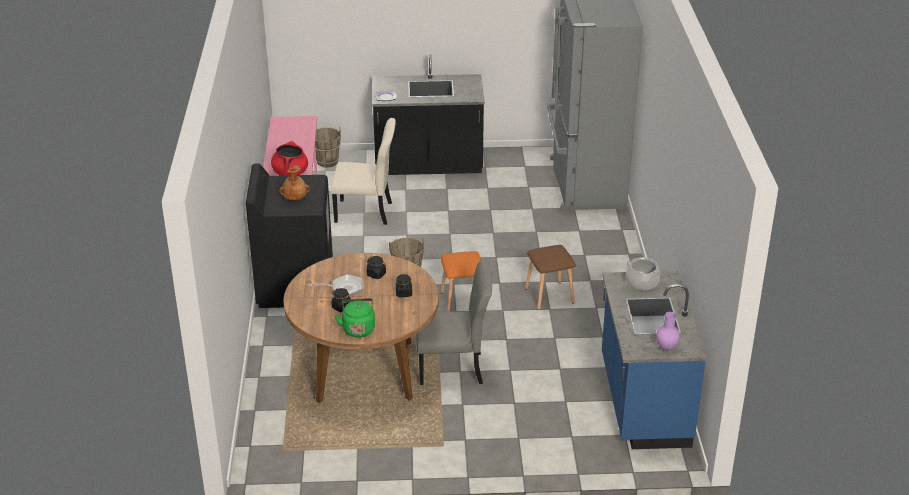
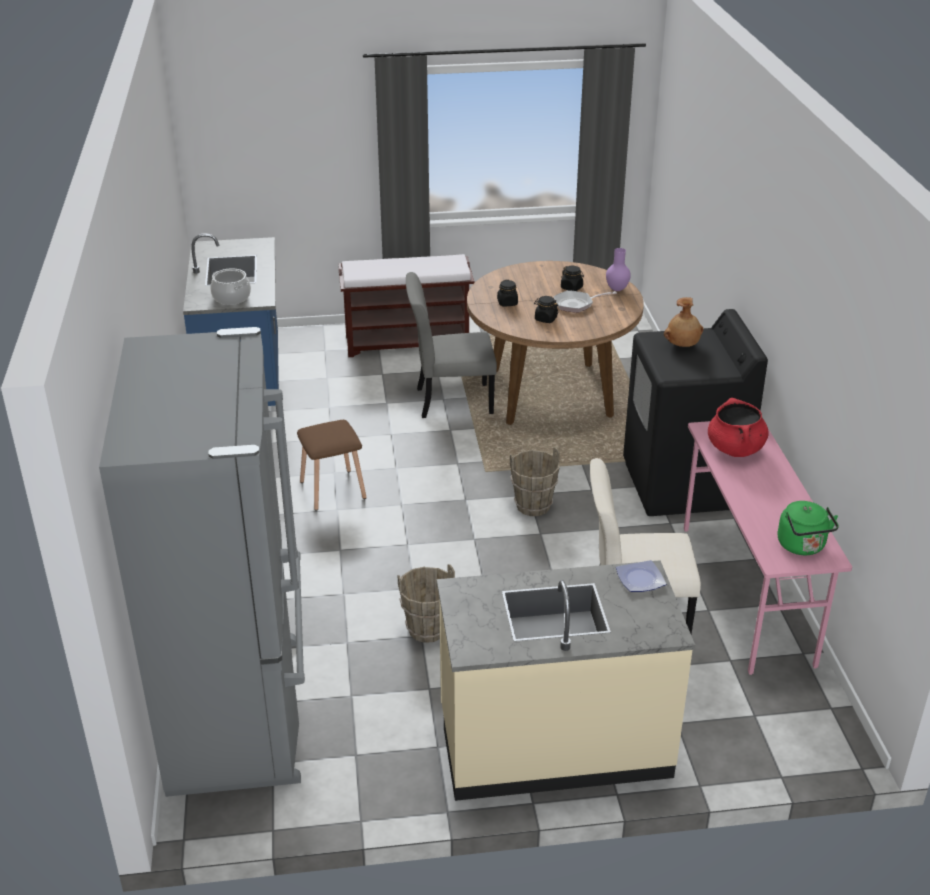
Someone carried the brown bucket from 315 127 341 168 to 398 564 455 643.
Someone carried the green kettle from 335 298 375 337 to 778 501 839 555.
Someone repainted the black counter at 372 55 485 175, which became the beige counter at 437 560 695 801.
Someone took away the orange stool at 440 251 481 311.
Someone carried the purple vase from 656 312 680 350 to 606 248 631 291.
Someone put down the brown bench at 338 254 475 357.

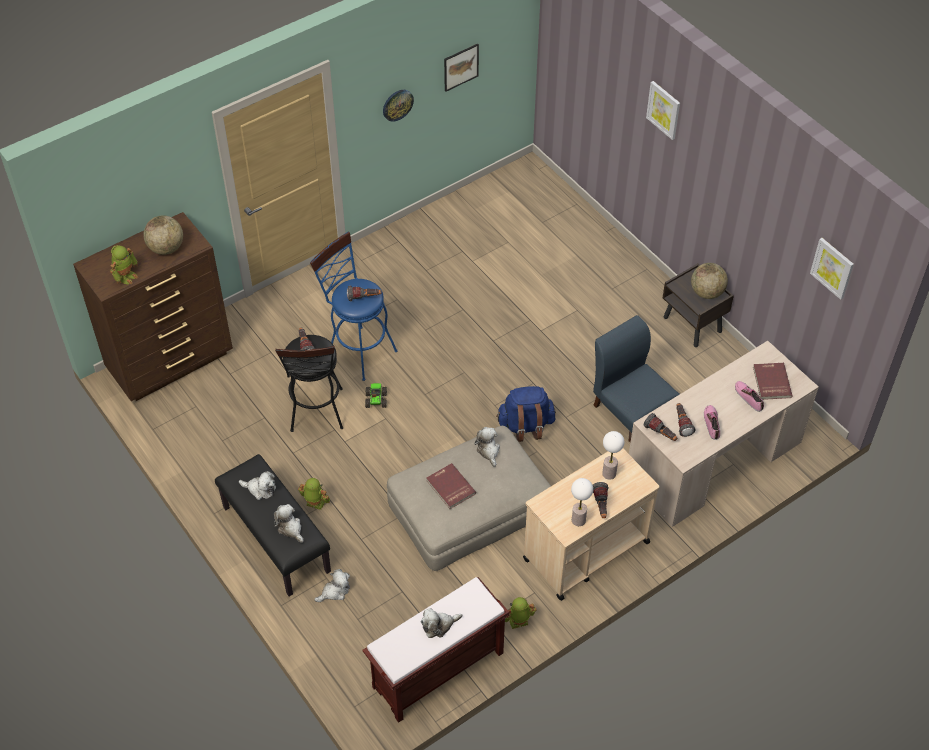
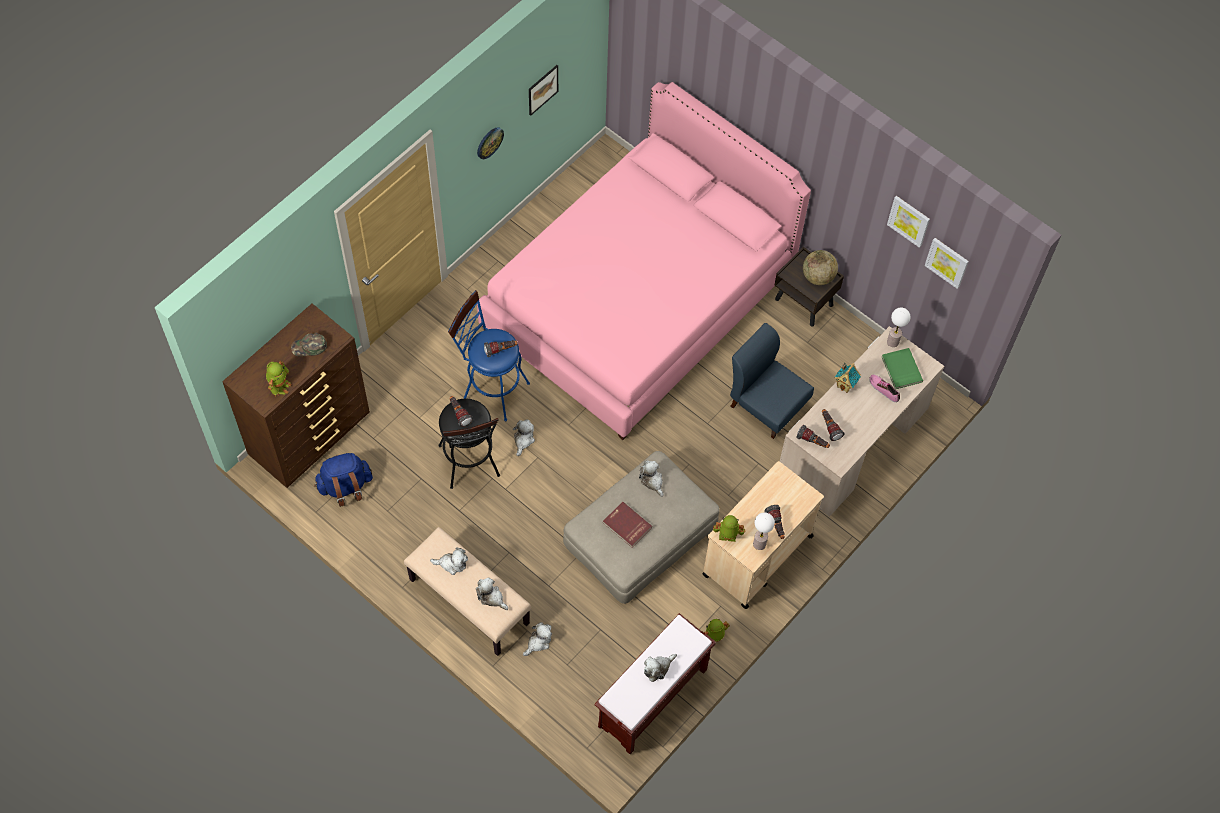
Someone swapped the globe at 143 215 183 255 for the green cap at 291 333 327 356.
Someone repainted the black bench at 215 454 331 597, which became the beige bench at 404 527 531 656.
Someone carried the toy robot from 298 478 330 510 to 713 515 746 542.
Someone swapped the toy truck at 365 383 387 408 for the plush toy at 513 419 535 456.
Someone carried the blue backpack from 496 386 556 442 to 314 453 373 507.
Someone carried the table lamp from 602 431 624 480 to 887 308 911 347.
Someone carried the picture from 646 81 680 140 to 887 196 930 248.
Someone took away the shoe at 704 405 720 440.
Someone repainted the red book at 753 363 792 400, which became the green book at 882 348 923 389.
Someone put down the pink bed at 477 82 811 440.
Someone put down the toy house at 835 362 861 393.

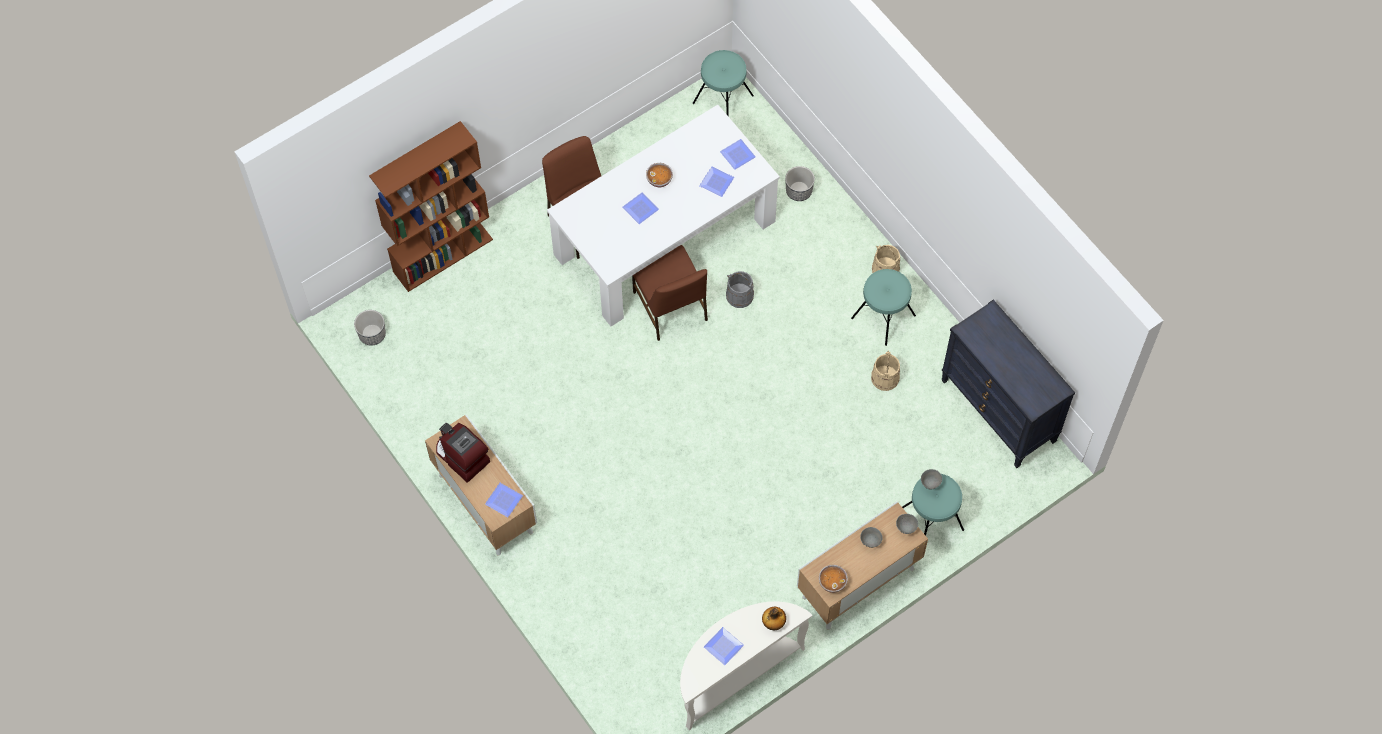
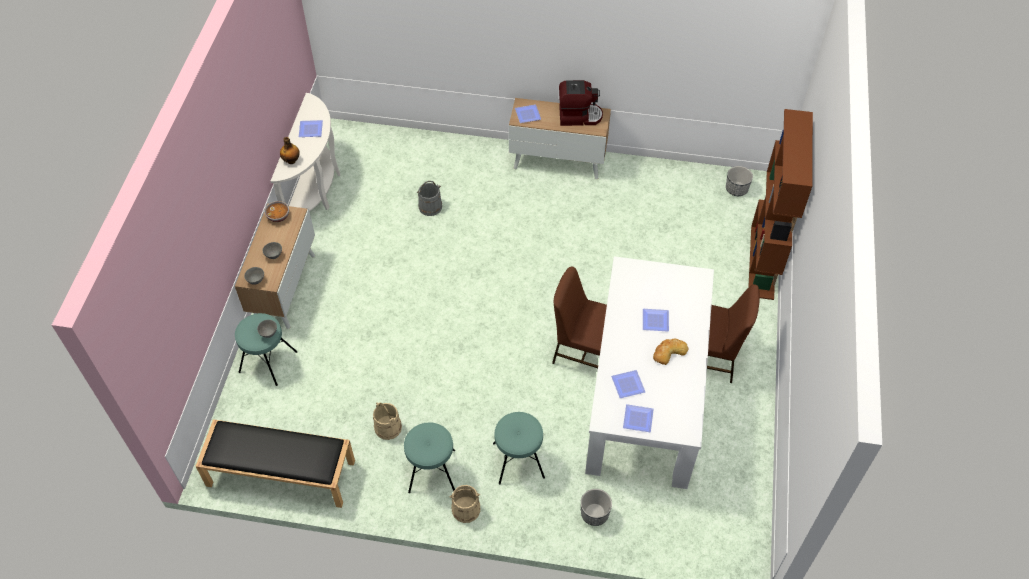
Someone swapped the bowl at 646 163 673 187 for the bread at 653 339 688 365.
Someone carried the turquoise stool from 693 50 754 117 to 493 412 545 484.
Someone carried the grey bucket from 726 271 754 308 to 417 181 442 216.
Someone swapped the black dresser at 942 300 1075 468 for the black bench at 195 419 355 508.

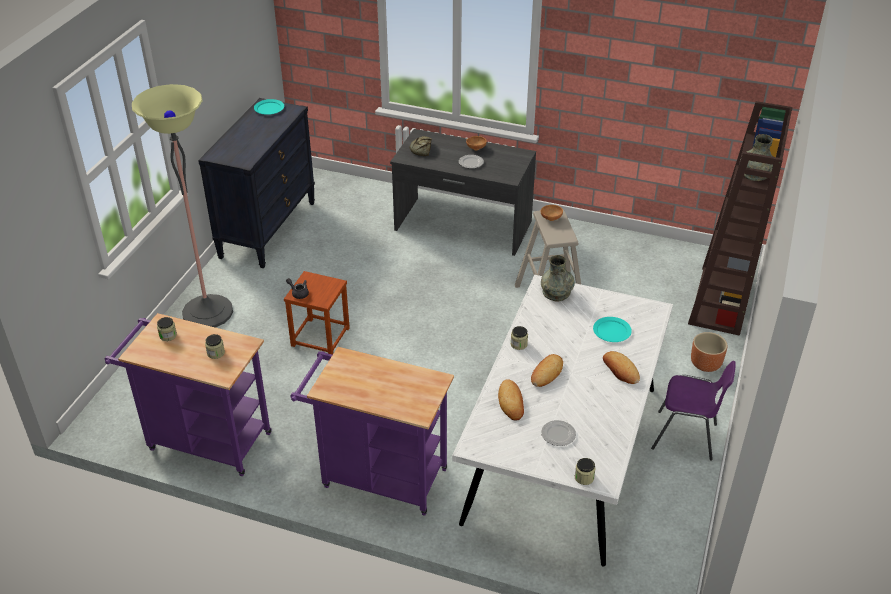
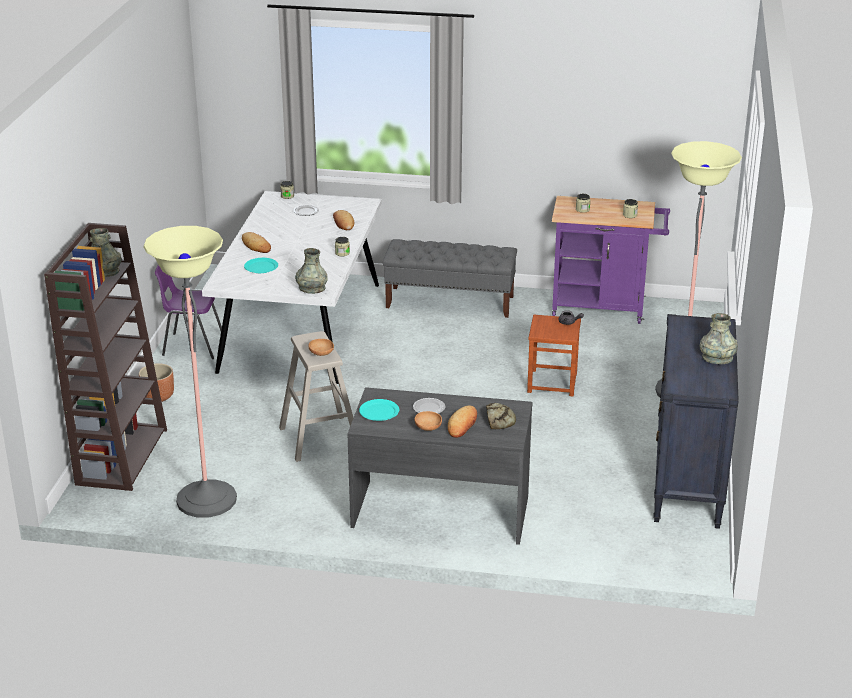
Someone carried the turquoise plate from 254 99 284 115 to 359 399 399 421.
Someone swapped the purple cart at 290 347 454 516 for the grey bench at 383 239 517 318.
Someone carried the bread from 531 354 563 387 to 448 405 477 438.
Someone put down the floor lamp at 143 226 237 518.
Someone put down the grey vase at 700 313 738 364.

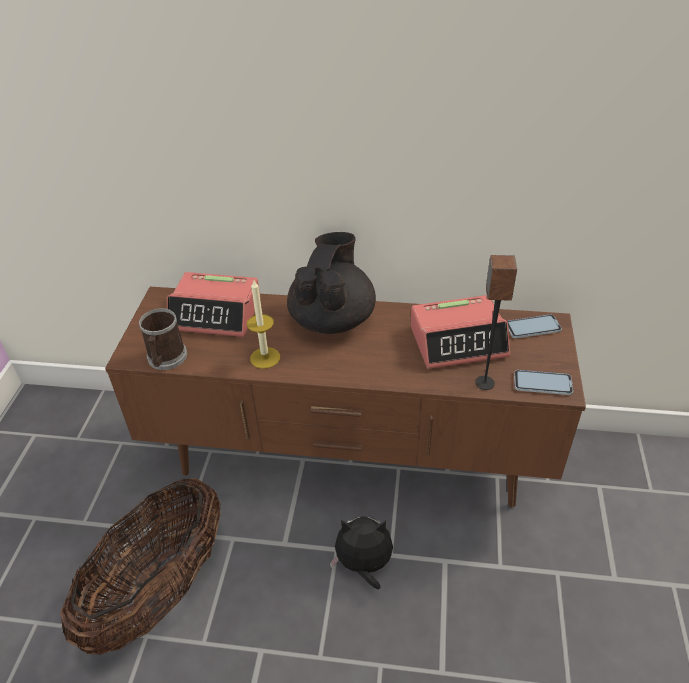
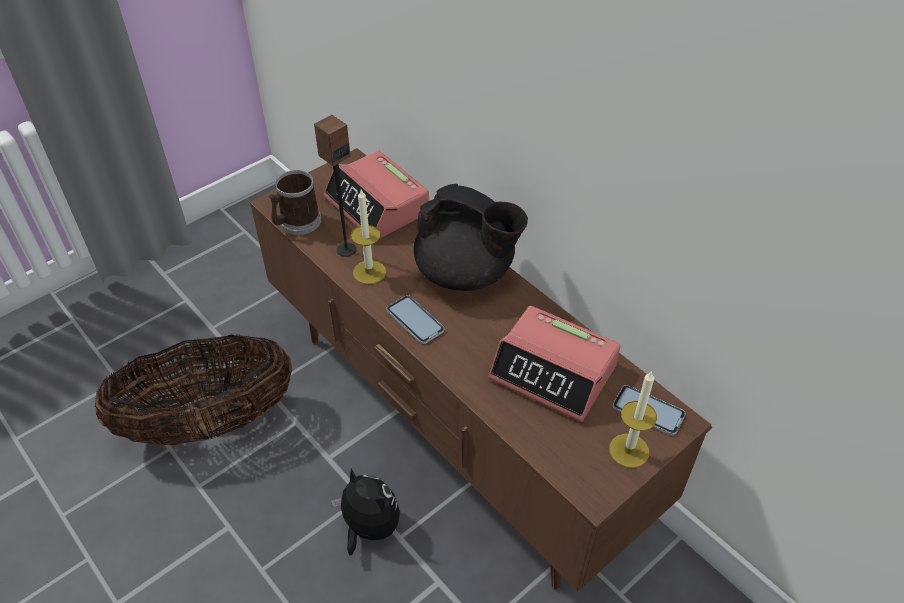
Someone rotated the black teapot at 287 232 376 334 by 60 degrees clockwise.
Someone carried the speaker from 475 255 517 390 to 314 115 356 257.
Someone carried the phone from 514 370 573 395 to 386 295 445 344.
Someone put down the candle at 609 371 657 468.

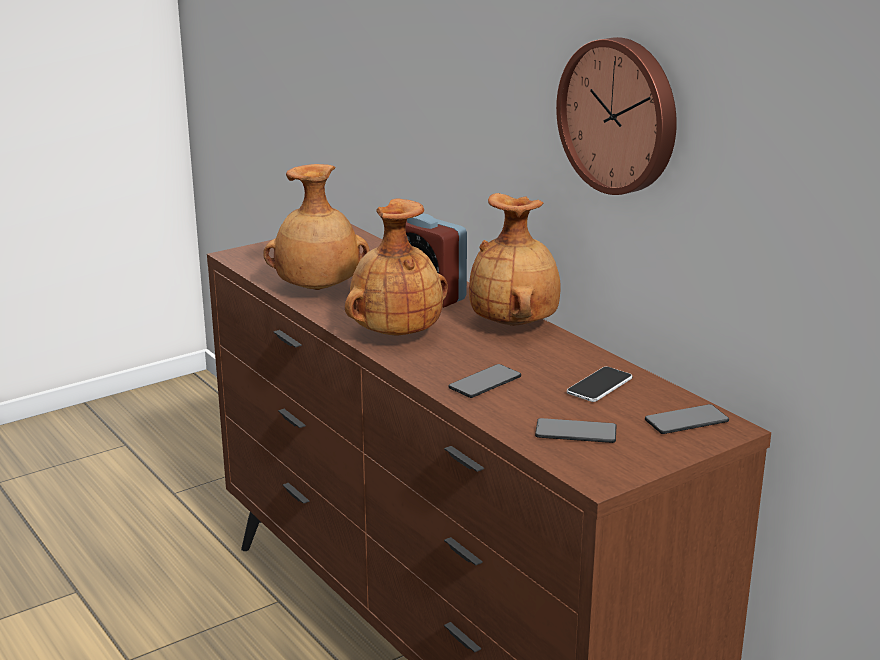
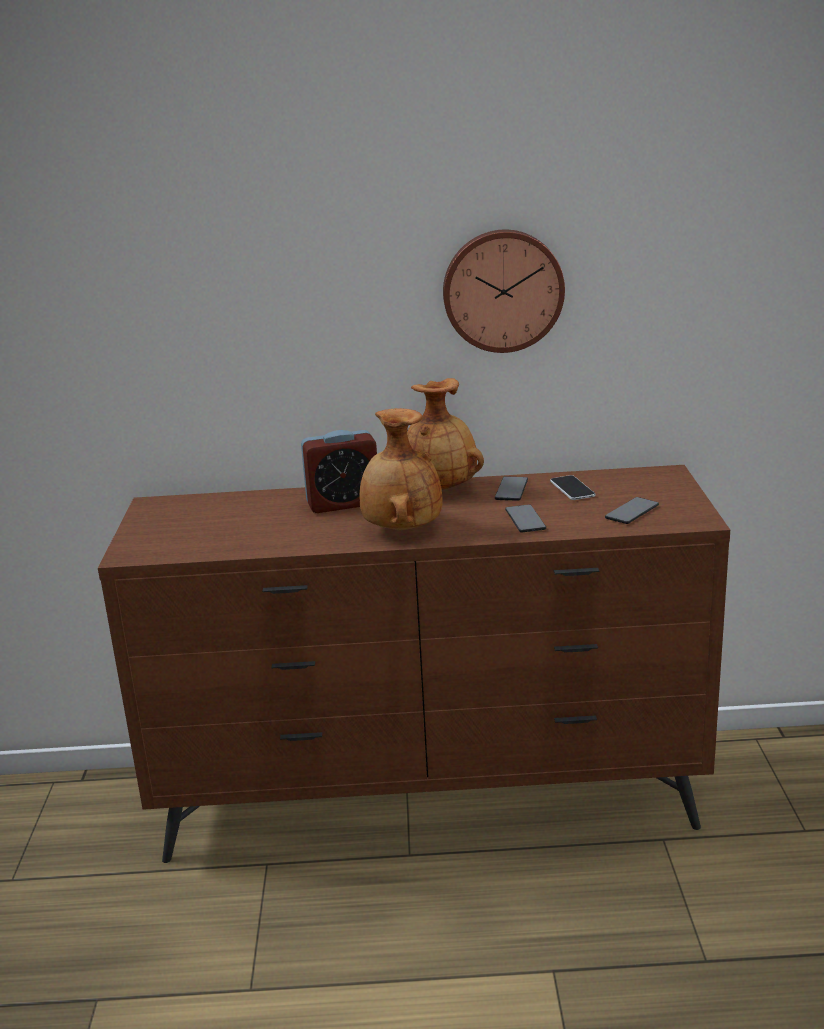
Someone took away the brown vase at 263 164 370 290.
Someone carried the phone from 645 404 729 434 to 495 476 528 501.

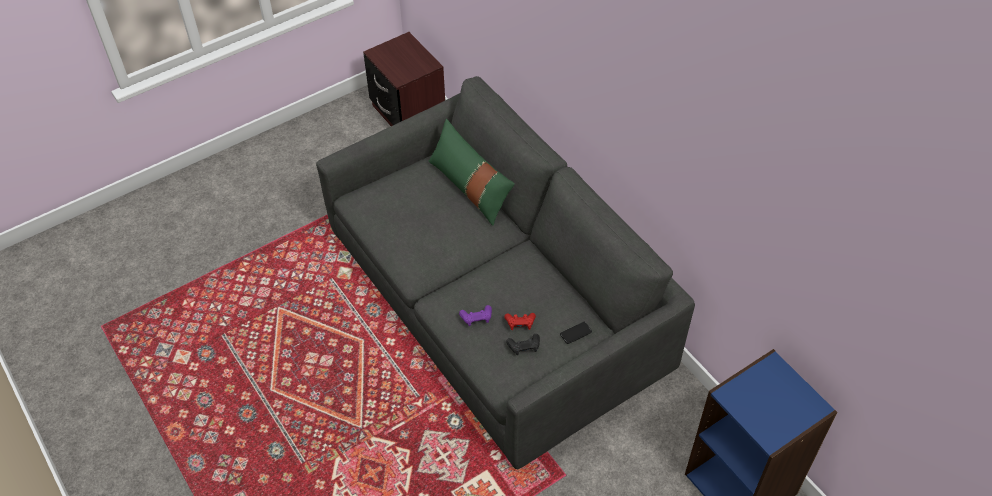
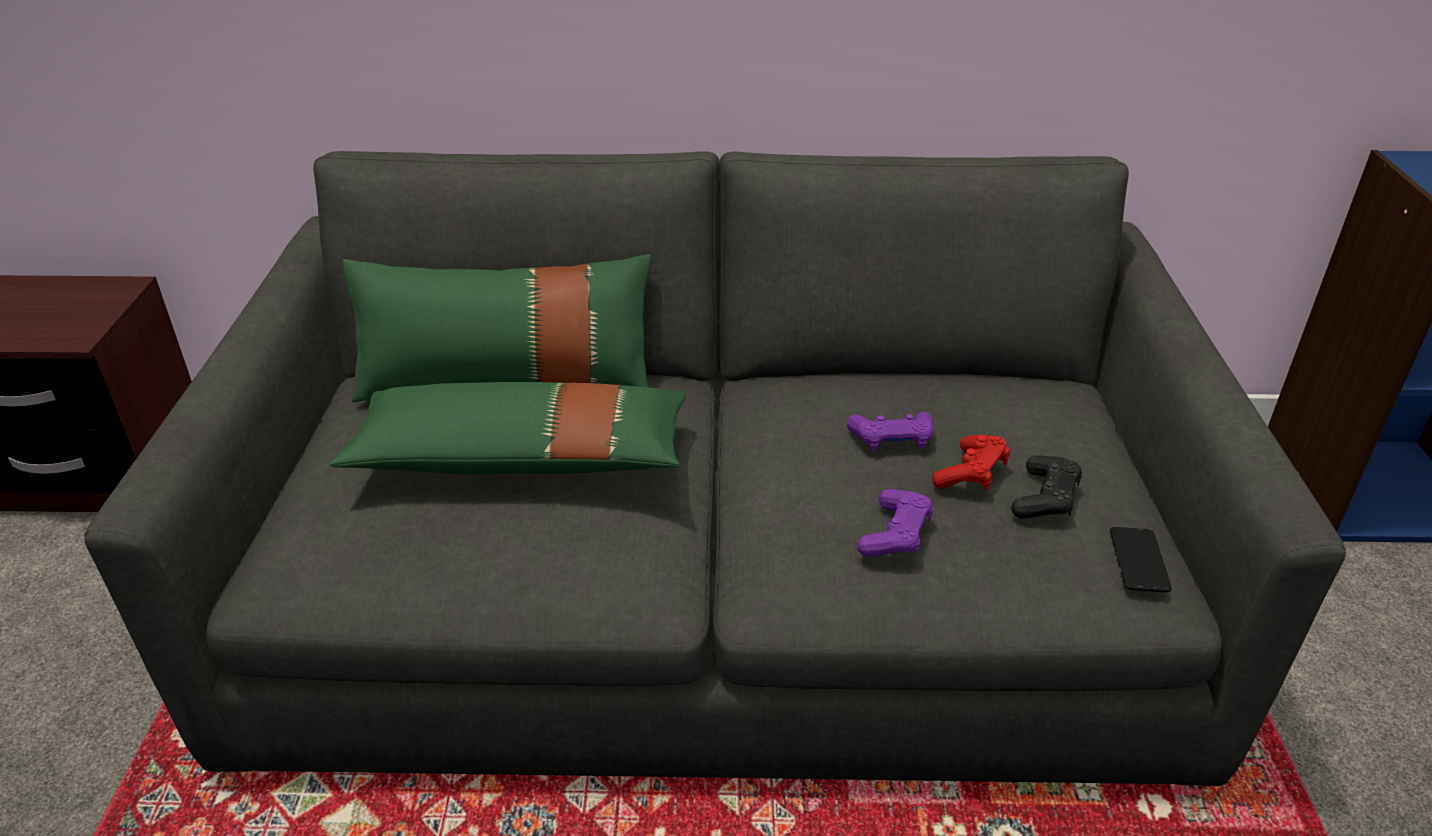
Someone carried the phone from 560 322 592 344 to 1110 527 1172 592.
Someone put down the green pillow at 330 382 687 474.
Someone put down the purple game controller at 847 412 934 451.

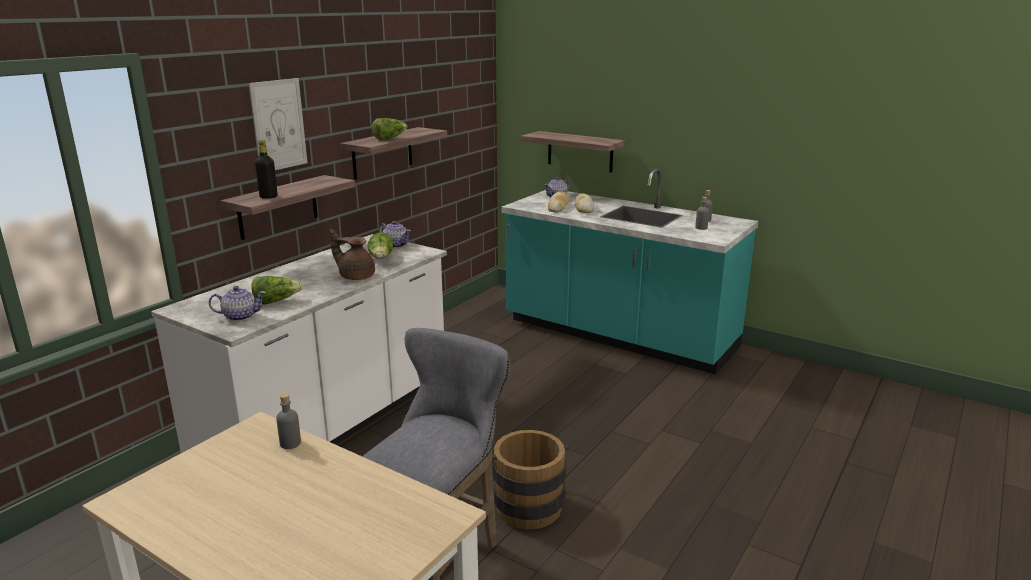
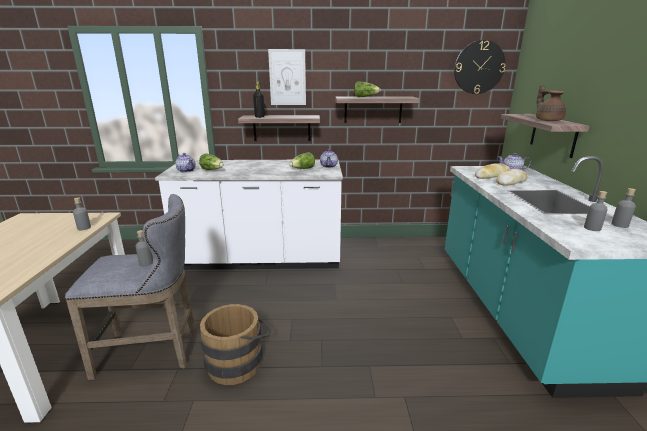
Someone carried the brown teapot from 330 229 375 280 to 536 84 566 121.
Someone put down the grey bottle at 136 230 153 266.
Someone put up the wall clock at 454 40 506 94.

